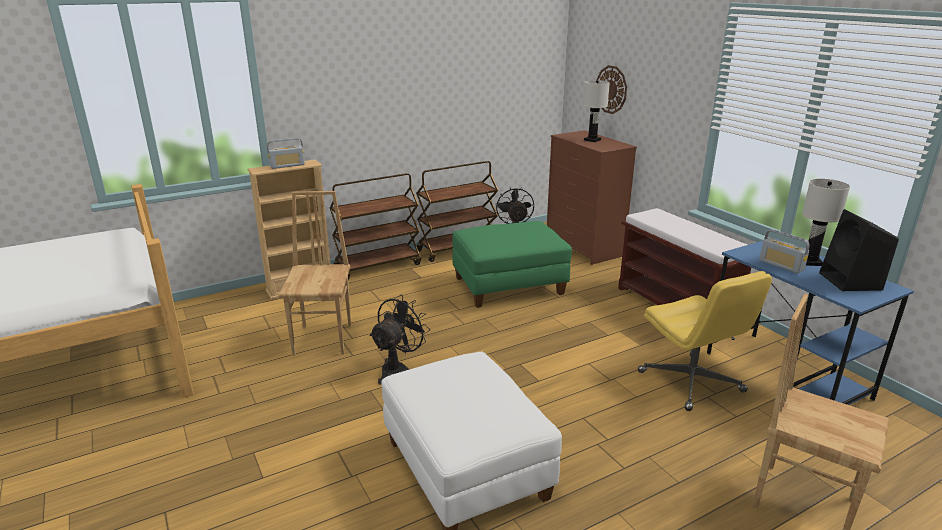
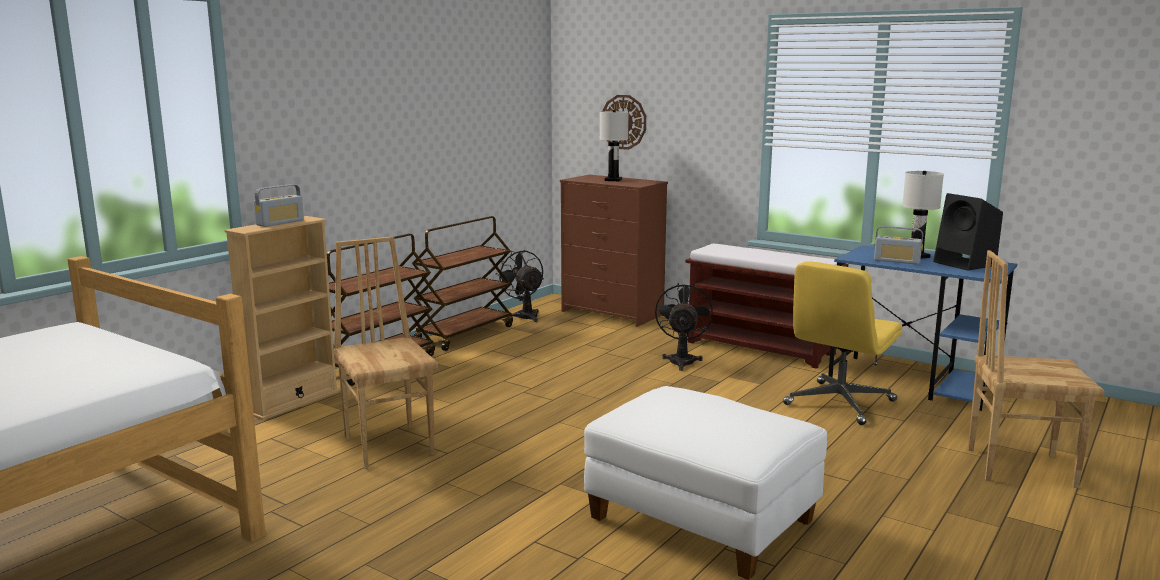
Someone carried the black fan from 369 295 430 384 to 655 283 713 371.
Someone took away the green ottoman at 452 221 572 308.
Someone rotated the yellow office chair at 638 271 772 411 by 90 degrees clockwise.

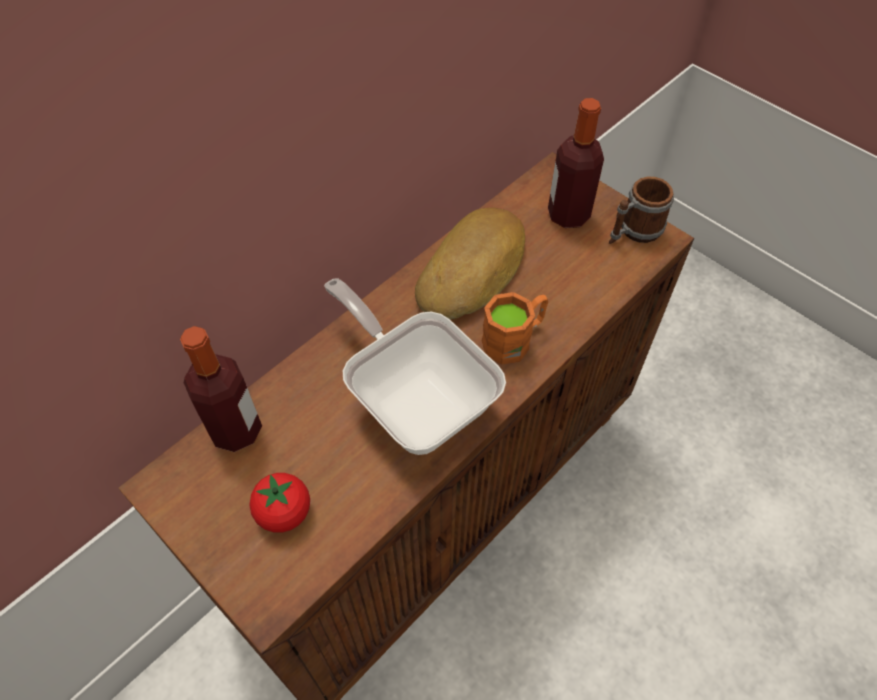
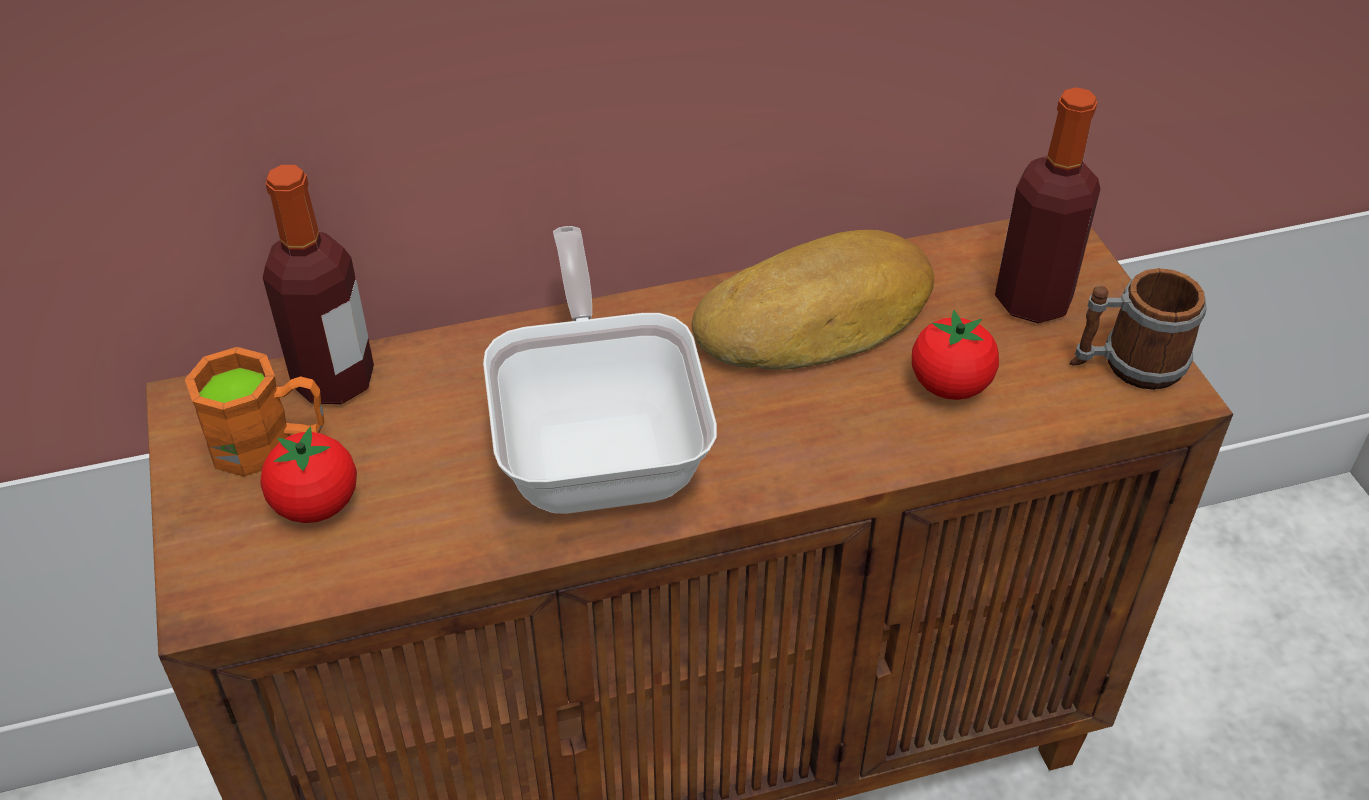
Someone carried the orange mug from 481 292 548 365 to 185 347 324 477.
Someone put down the tomato at 912 310 999 400.

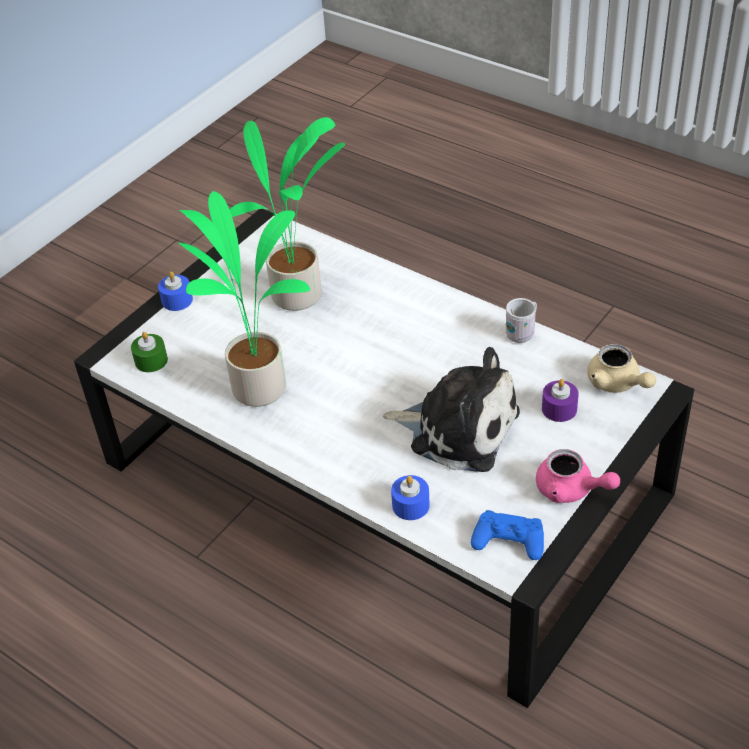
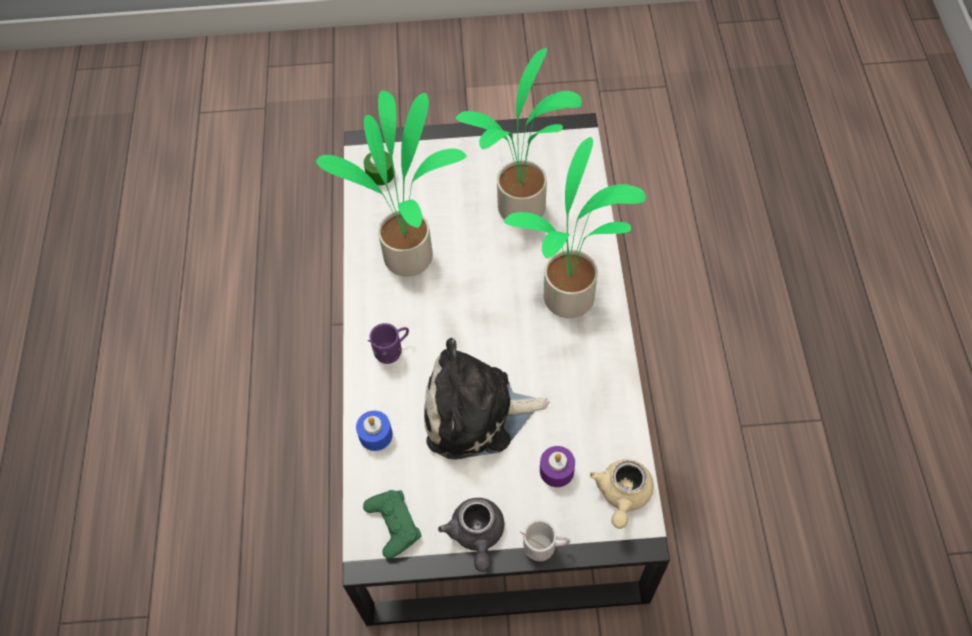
Someone took away the blue candle at 158 271 193 311.
Someone rotated the plush toy at 383 347 520 472 by 105 degrees clockwise.
Someone repainted the blue game controller at 471 510 544 560, which became the green game controller at 363 490 421 559.
Someone carried the white mug from 506 298 537 343 to 520 520 570 562.
Someone repainted the pink teapot at 536 449 620 503, which became the grey teapot at 438 498 504 572.
Someone put down the purple mug at 368 323 409 364.
Someone put down the potted plant at 504 137 646 318.

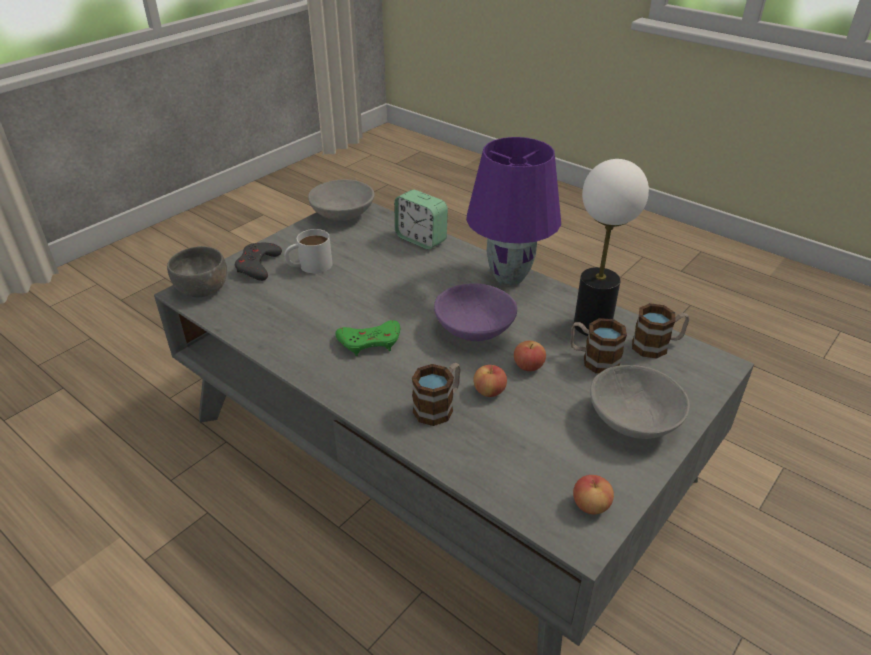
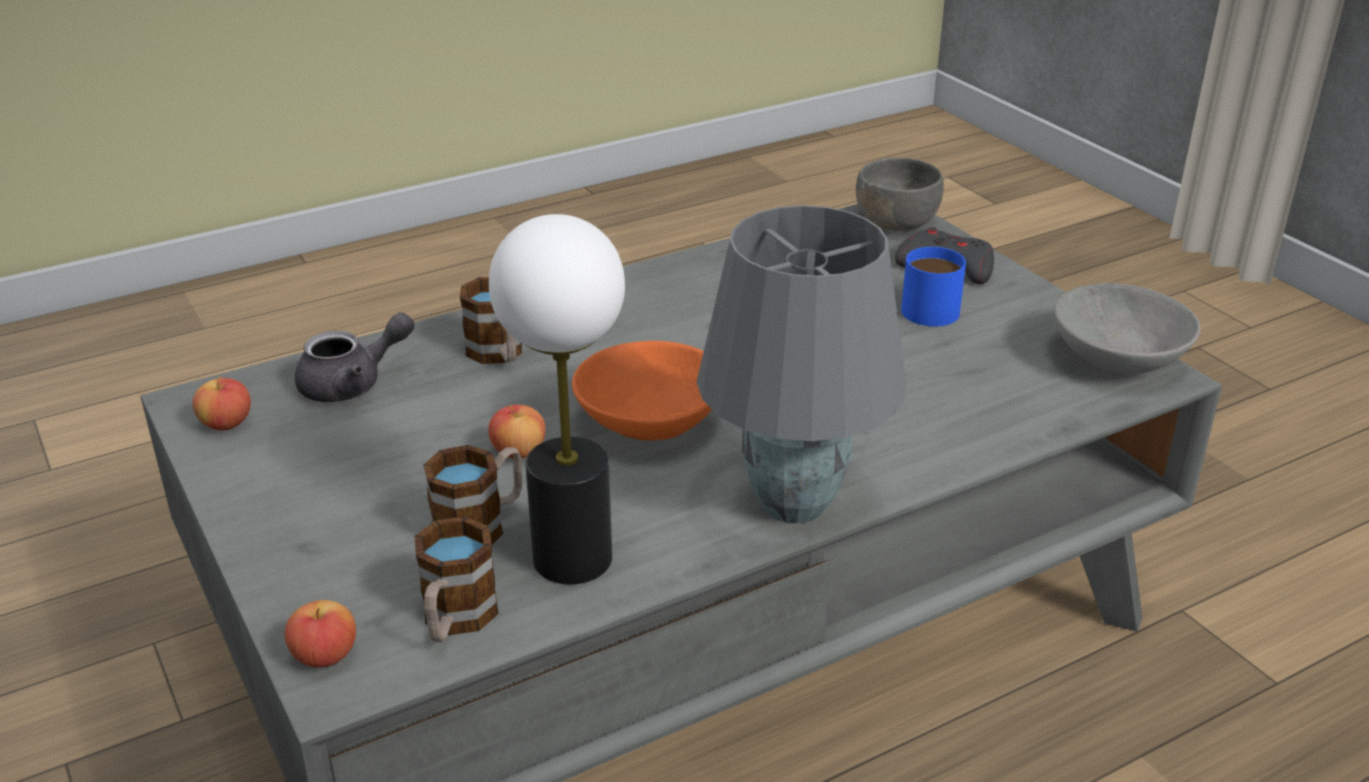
Someone repainted the white mug at 284 229 332 274, which became the blue mug at 901 247 966 327.
Someone took away the green game controller at 335 320 400 356.
Someone took away the alarm clock at 395 190 448 249.
Someone repainted the purple bowl at 434 283 517 341, which became the orange bowl at 572 341 712 441.
Someone repainted the purple table lamp at 466 137 561 285, which became the grey table lamp at 697 205 906 524.
Someone carried the apple from 474 365 507 397 to 285 600 356 668.
Someone took away the grey bowl at 590 365 690 439.
Someone put down the grey teapot at 295 313 414 402.

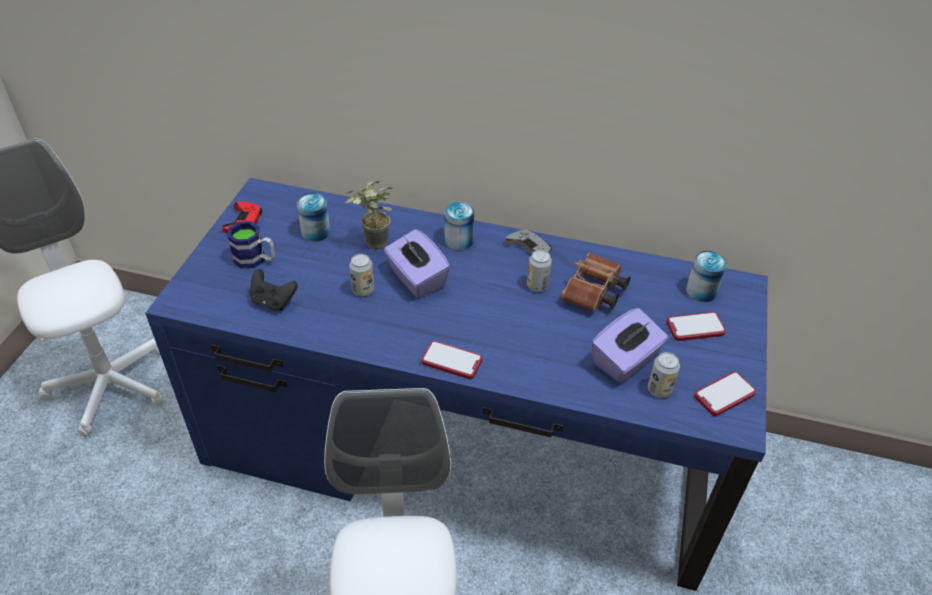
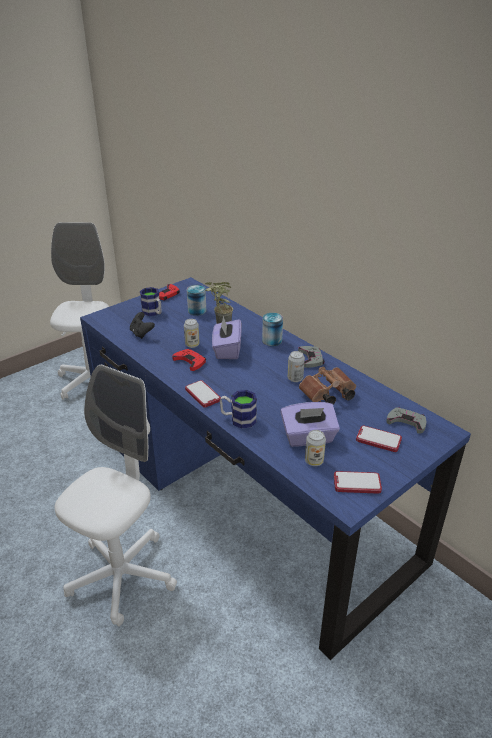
Someone swapped the can at 686 251 727 302 for the grey game controller at 386 407 426 434.
Someone put down the red game controller at 172 349 206 371.
Someone put down the mug at 220 390 257 429.

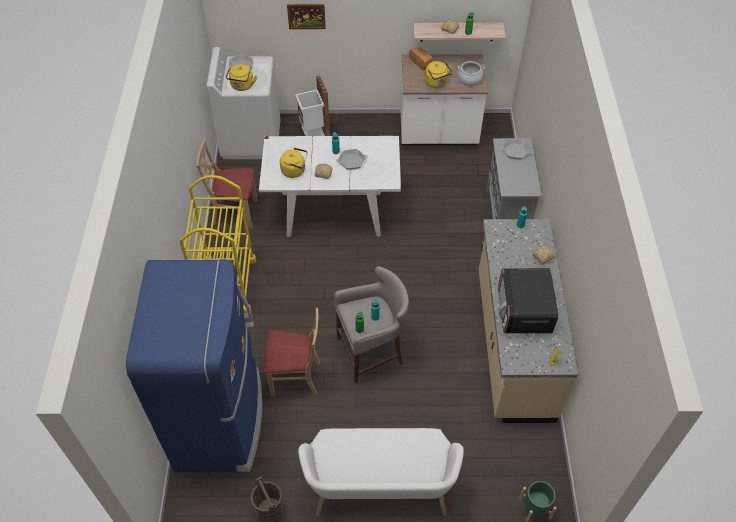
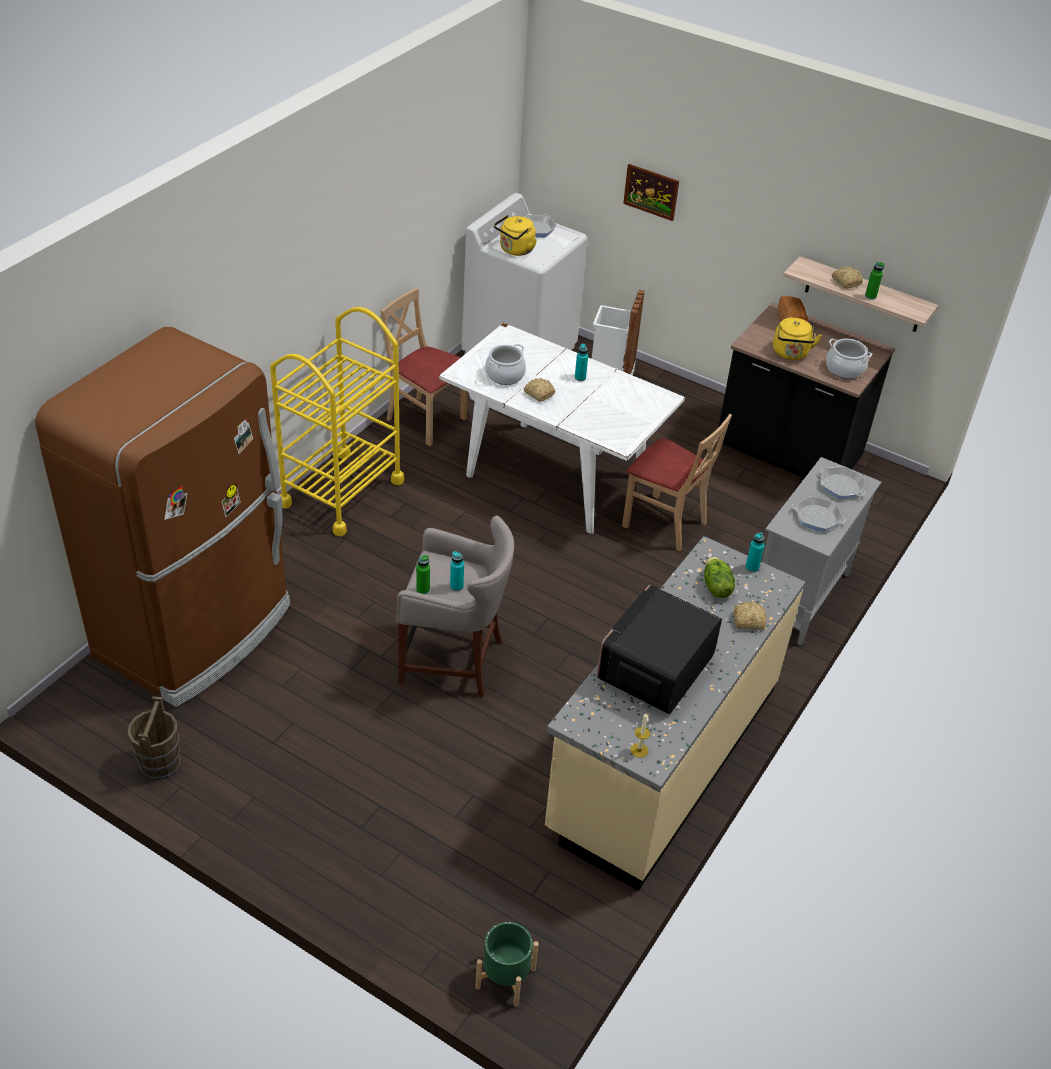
Someone repainted the blue fridge at 126 259 262 472, which became the brown fridge at 35 327 290 707.
Someone carried the beige chair from 264 308 320 397 to 622 414 732 552.
Someone swapped the yellow kettle at 280 148 308 178 for the cooking pot at 485 344 526 385.
Someone took away the white bench at 298 428 464 516.
Someone carried the frying pan from 336 149 367 170 to 792 496 846 532.
Someone repainted the white counter at 400 54 488 145, which became the black counter at 719 303 895 478.
Someone put down the lettuce at 704 557 735 598.

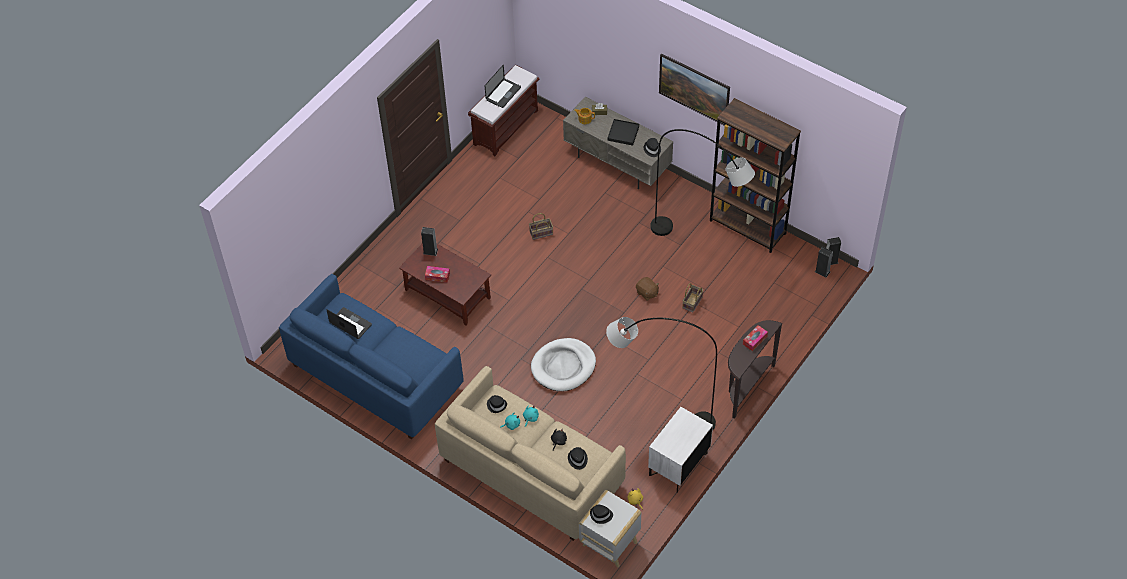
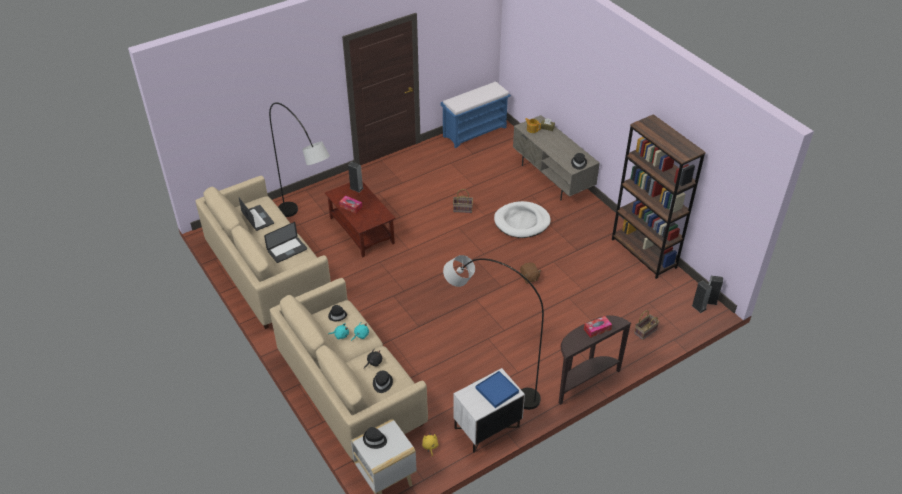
Someone repainted the blue sofa at 279 274 463 439, which became the beige sofa at 195 176 331 329.
Someone repainted the brown bench at 468 64 540 156, which became the blue bench at 441 81 511 148.
Someone carried the laptop from 485 65 521 108 to 264 222 307 263.
Someone carried the white dog bed from 531 338 596 391 to 494 201 551 238.
Someone took away the black tray at 607 119 639 145.
Someone carried the grey floor lamp from 650 129 755 236 to 269 102 330 217.
Someone took away the picture at 659 53 730 126.
Someone carried the basket from 683 283 703 312 to 634 310 659 340.
Someone put down the blue tray at 476 371 519 408.

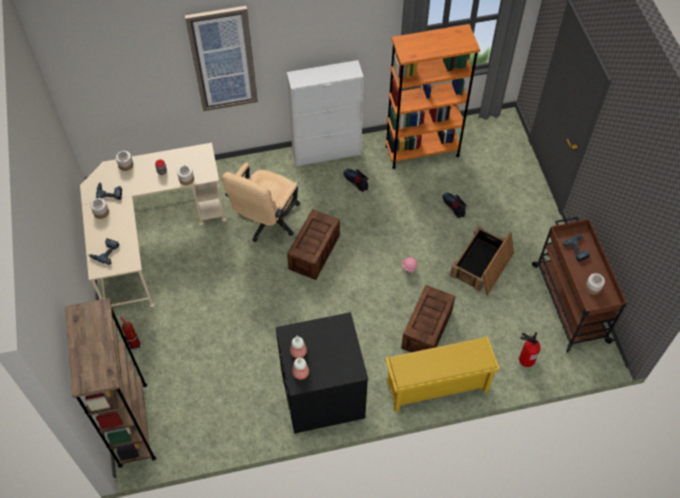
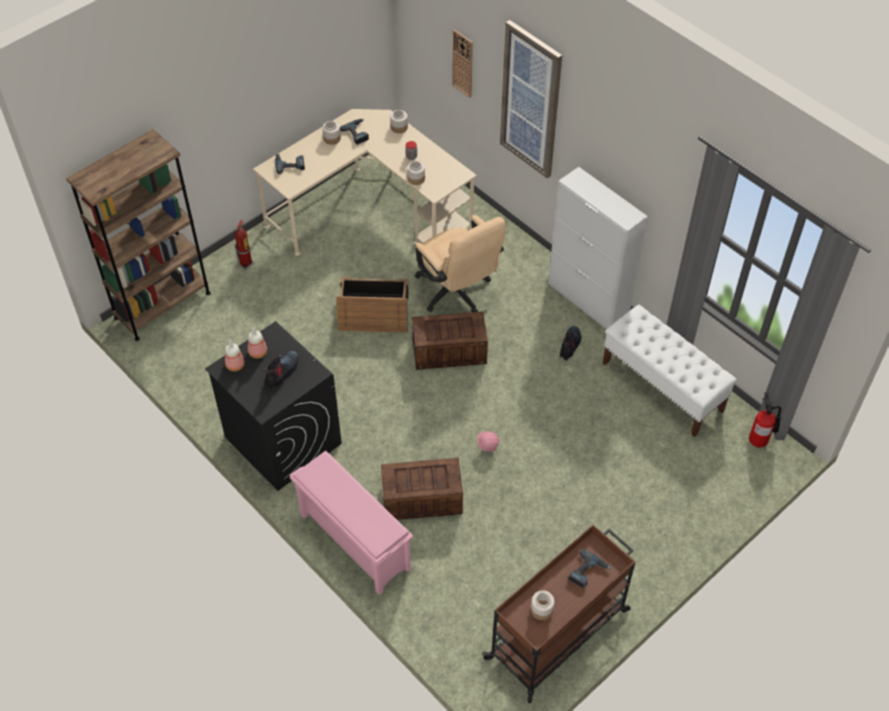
Someone rotated the beige office chair at 222 163 300 242 by 120 degrees counterclockwise.
Someone swapped the orange bookcase at 385 24 480 169 for the white bench at 603 305 737 437.
Someone repainted the yellow shoe rack at 385 337 499 412, which became the pink shoe rack at 290 450 413 595.
Someone carried the boot from 442 192 467 218 to 262 351 299 389.
Someone carried the crate from 450 226 514 295 to 336 277 409 333.
Someone carried the fire extinguisher from 519 332 540 367 to 749 392 781 448.
Someone put up the wall clock at 452 29 473 98.

